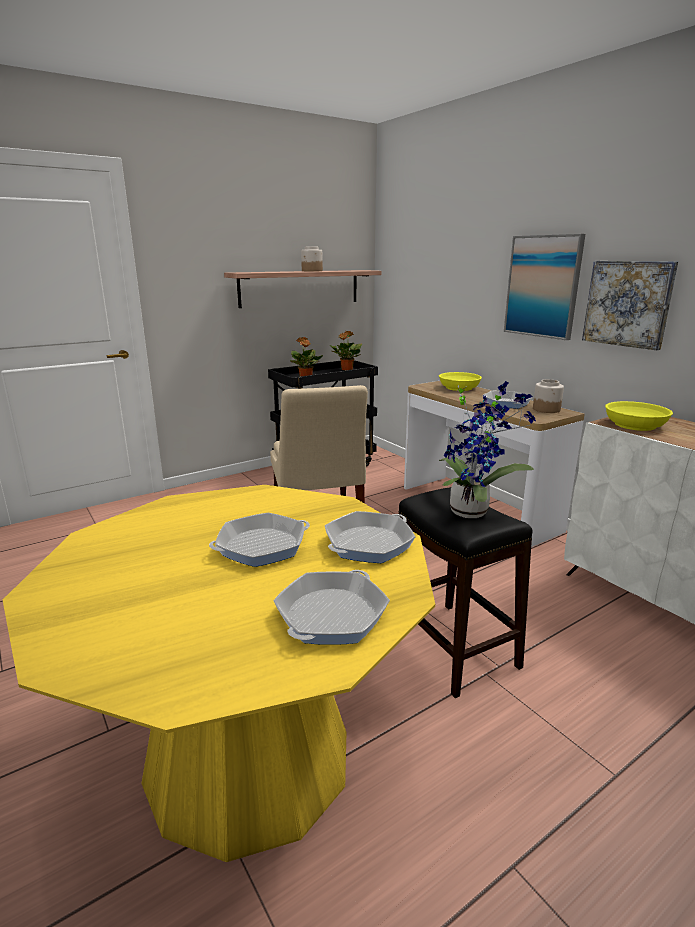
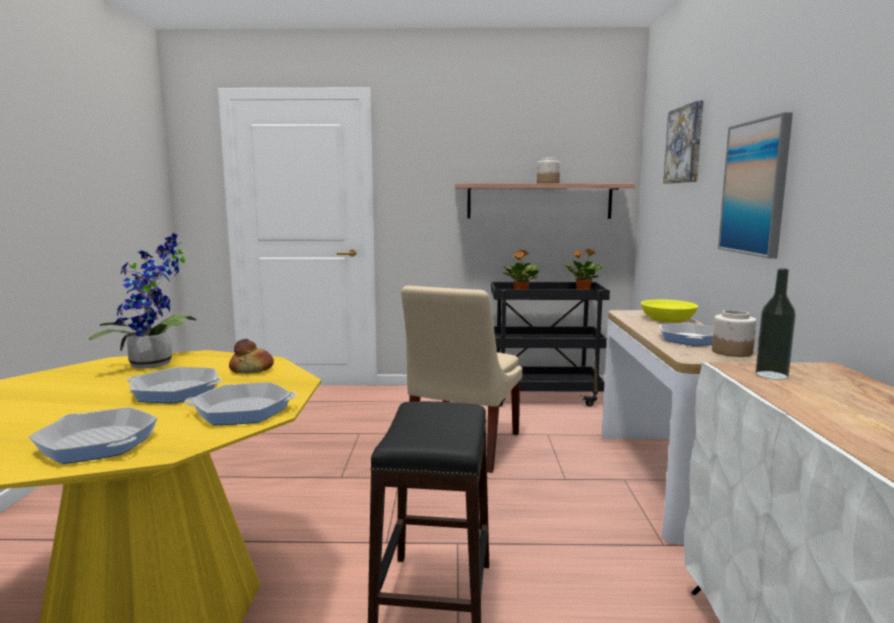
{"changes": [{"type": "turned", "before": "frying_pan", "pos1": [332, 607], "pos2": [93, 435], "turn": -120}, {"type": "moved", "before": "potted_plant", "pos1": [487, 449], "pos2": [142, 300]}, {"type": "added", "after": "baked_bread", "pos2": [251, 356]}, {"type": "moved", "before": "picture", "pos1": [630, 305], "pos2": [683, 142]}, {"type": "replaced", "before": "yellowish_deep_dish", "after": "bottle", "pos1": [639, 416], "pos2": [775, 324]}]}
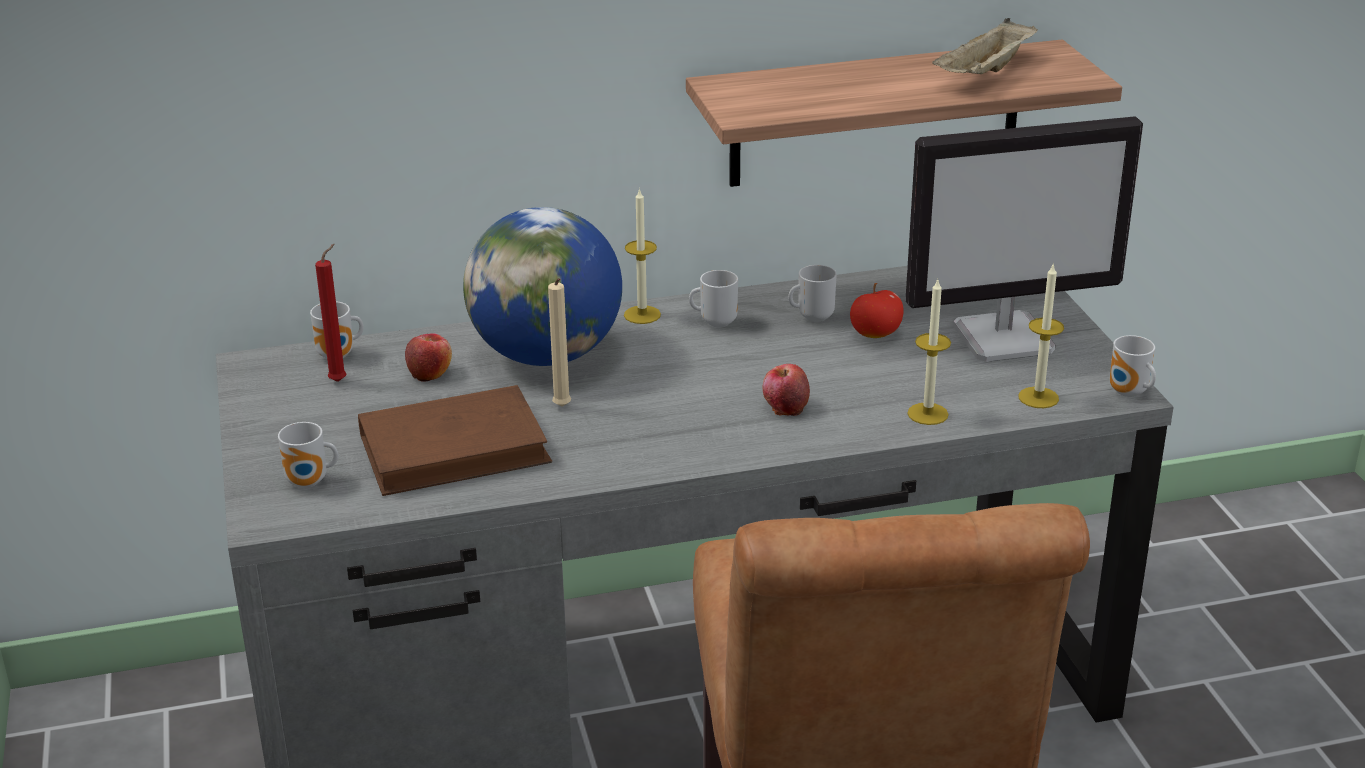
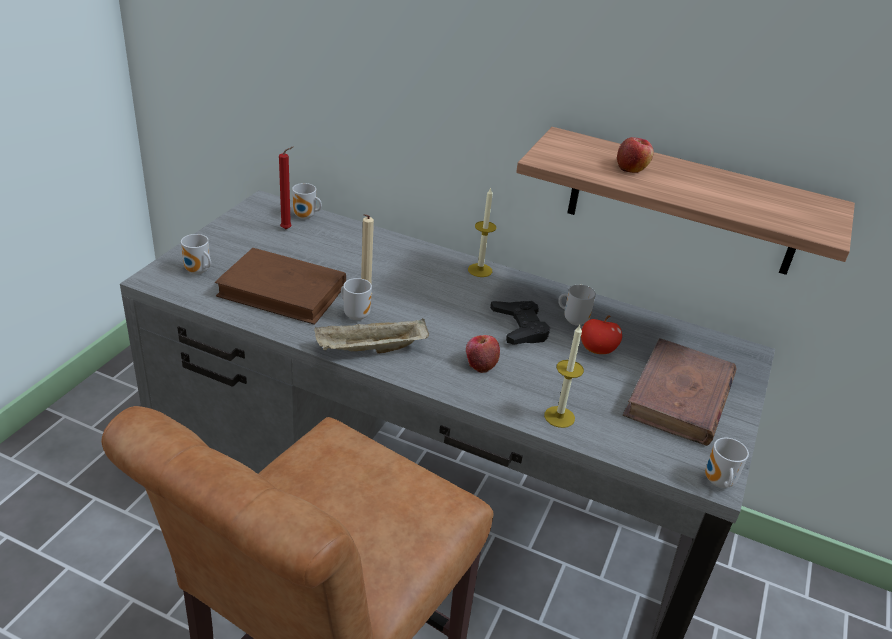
{"changes": [{"type": "moved", "before": "sand-coloured_tray", "pos1": [985, 46], "pos2": [371, 336]}, {"type": "moved", "before": "coffee_mug", "pos1": [713, 298], "pos2": [356, 299]}, {"type": "added", "after": "blackish_game_controller", "pos2": [520, 323]}, {"type": "moved", "before": "whole_apple", "pos1": [428, 357], "pos2": [635, 155]}, {"type": "replaced", "before": "monitor", "after": "brown_bound_book", "pos1": [1024, 239], "pos2": [680, 392]}, {"type": "removed", "before": "desk_globe", "pos1": [542, 286]}, {"type": "removed", "before": "wax_light", "pos1": [1041, 335]}]}
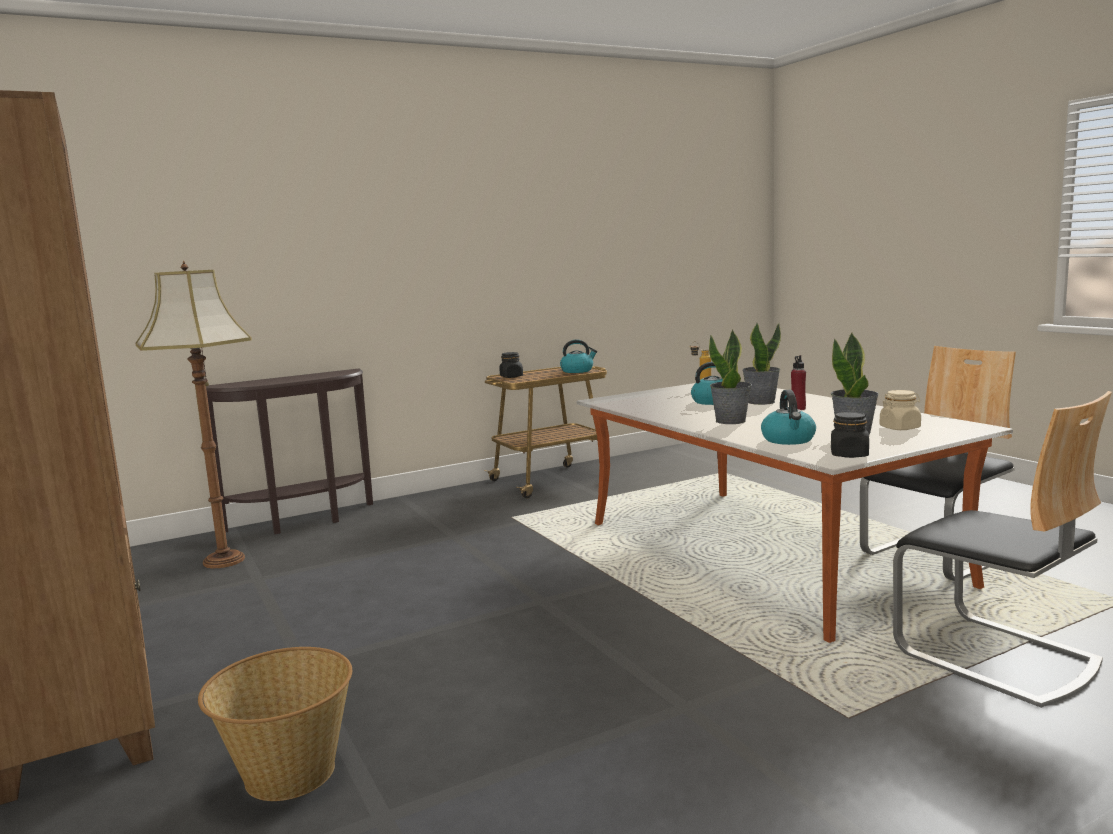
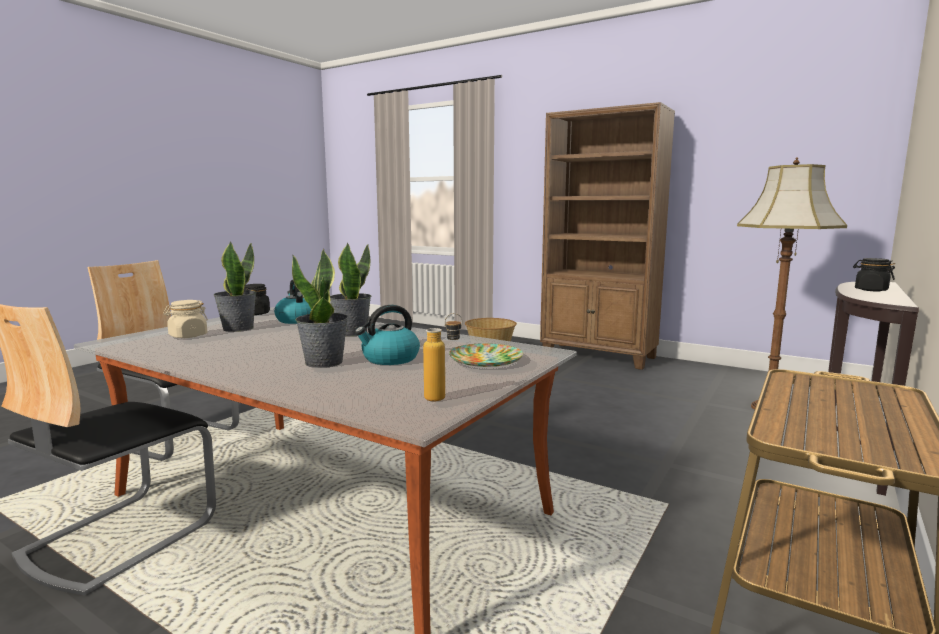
{"changes": [{"type": "added", "after": "dinner_plate", "pos2": [486, 355]}, {"type": "moved", "before": "blackish_storage_jar", "pos1": [511, 365], "pos2": [874, 274]}, {"type": "removed", "before": "water_kettle", "pos1": [578, 356]}, {"type": "removed", "before": "red-coloured_bottle", "pos1": [798, 382]}]}
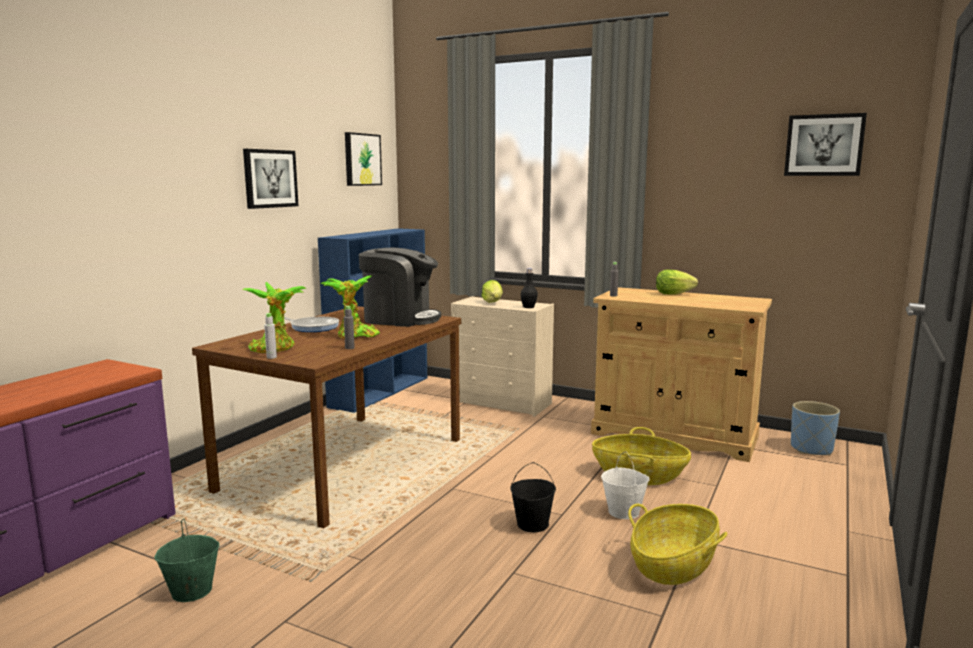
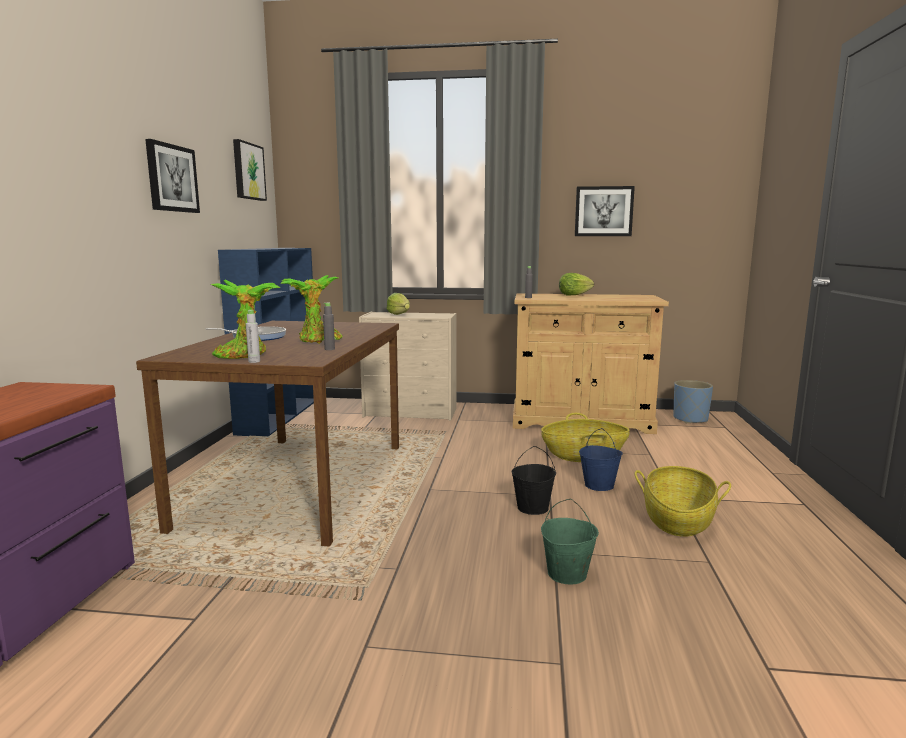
{"changes": [{"type": "moved", "before": "green_pail", "pos1": [186, 560], "pos2": [570, 542]}, {"type": "moved", "before": "picture", "pos1": [825, 144], "pos2": [605, 211]}, {"type": "recoloured", "before": "white_pail", "after": "blue_pail", "pos1": [625, 485], "pos2": [601, 459]}, {"type": "removed", "before": "coffee_machine", "pos1": [400, 287]}, {"type": "removed", "before": "blackish_bottle", "pos1": [529, 288]}]}
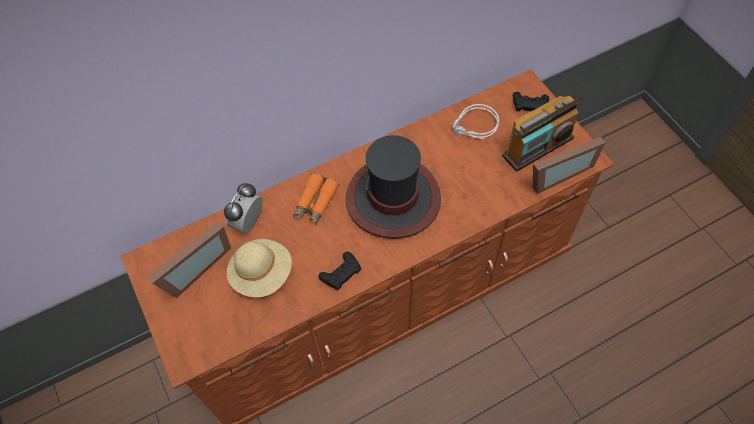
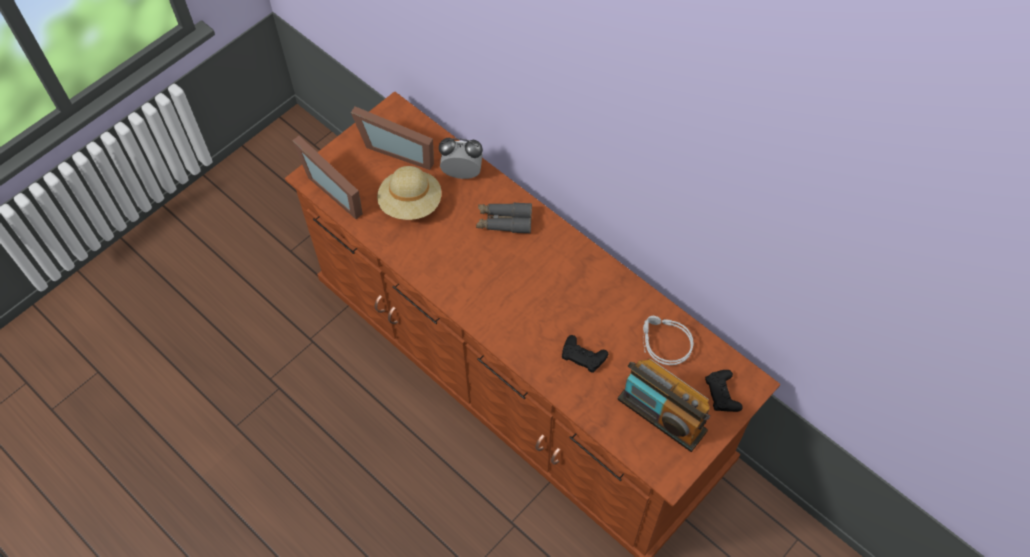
{"changes": [{"type": "moved", "before": "photo_frame", "pos1": [569, 165], "pos2": [327, 177]}, {"type": "recoloured", "before": "orangey_pair_of_binoculars", "after": "gray_pair_of_binoculars", "pos1": [316, 199], "pos2": [504, 218]}, {"type": "moved", "before": "blackish_game_controller", "pos1": [340, 271], "pos2": [585, 354]}, {"type": "removed", "before": "clothing_hat", "pos1": [393, 187]}]}
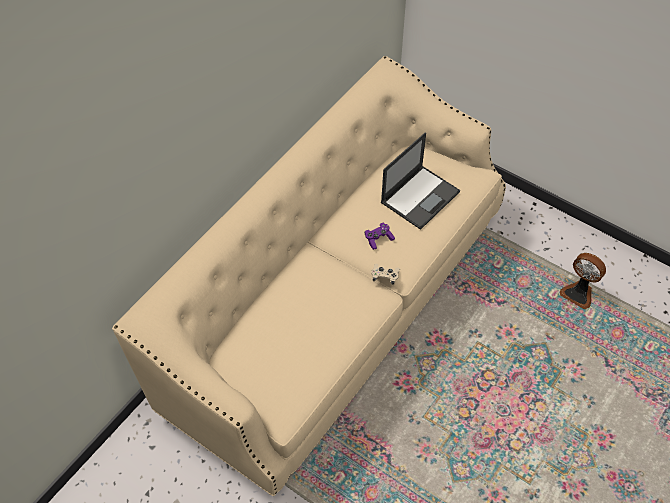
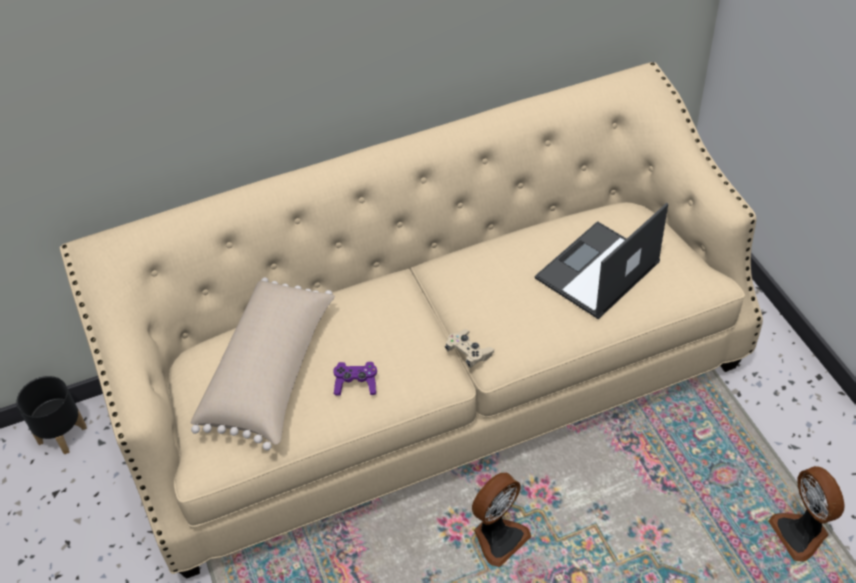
{"changes": [{"type": "added", "after": "blackish_plant_pot", "pos2": [52, 415]}, {"type": "added", "after": "sand-coloured_throw_pillow", "pos2": [262, 363]}, {"type": "moved", "before": "purple-coloured_game_controller", "pos1": [380, 236], "pos2": [355, 379]}, {"type": "added", "after": "cooling_fan", "pos2": [501, 520]}, {"type": "turned", "before": "laptop", "pos1": [420, 181], "pos2": [601, 261], "turn": 150}]}
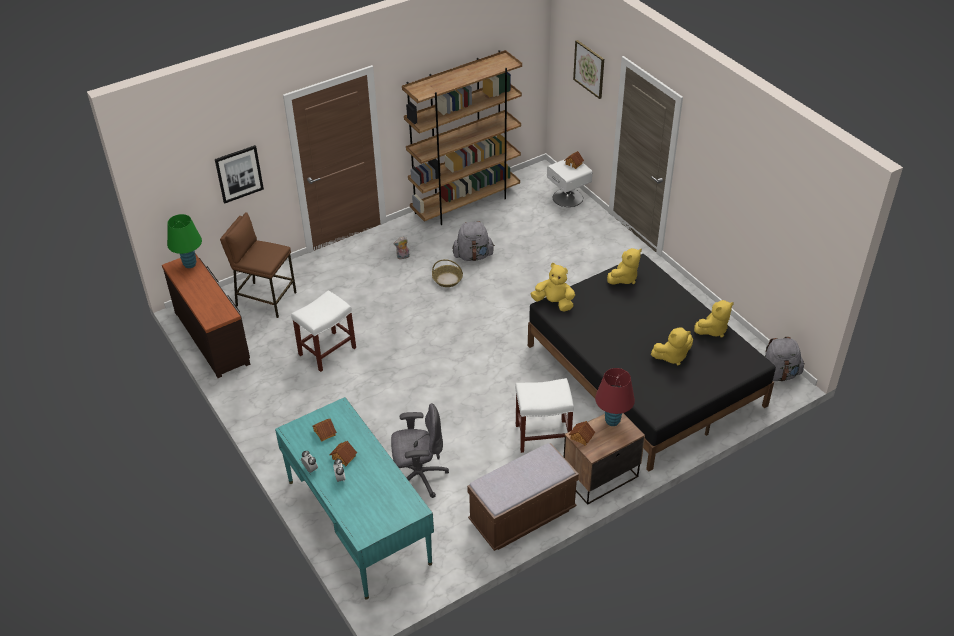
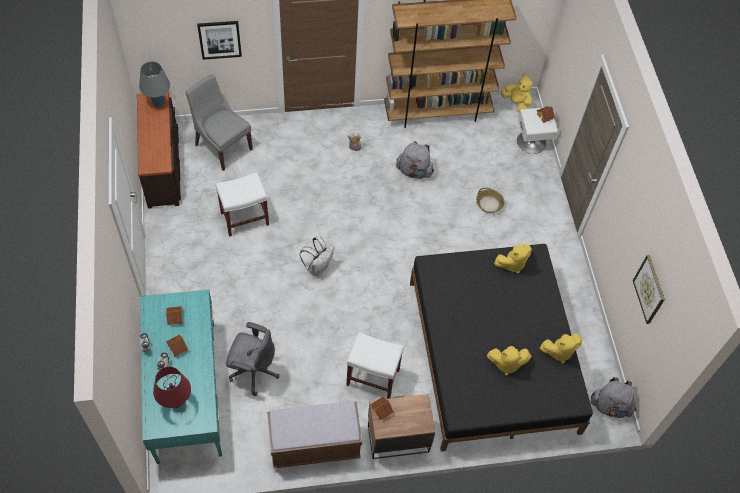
{"changes": [{"type": "recoloured", "before": "green_table_lamp", "after": "gray_table_lamp", "pos1": [184, 241], "pos2": [154, 84]}, {"type": "moved", "before": "red-coloured_table_lamp", "pos1": [615, 397], "pos2": [172, 387]}, {"type": "replaced", "before": "brown_stool", "after": "gray_chair", "pos1": [258, 265], "pos2": [219, 122]}, {"type": "added", "after": "white_rucksack", "pos2": [317, 256]}, {"type": "moved", "before": "household_basket", "pos1": [447, 273], "pos2": [490, 200]}, {"type": "moved", "before": "yellowish_soft_toy", "pos1": [553, 287], "pos2": [516, 92]}, {"type": "moved", "before": "picture", "pos1": [588, 69], "pos2": [649, 289]}]}
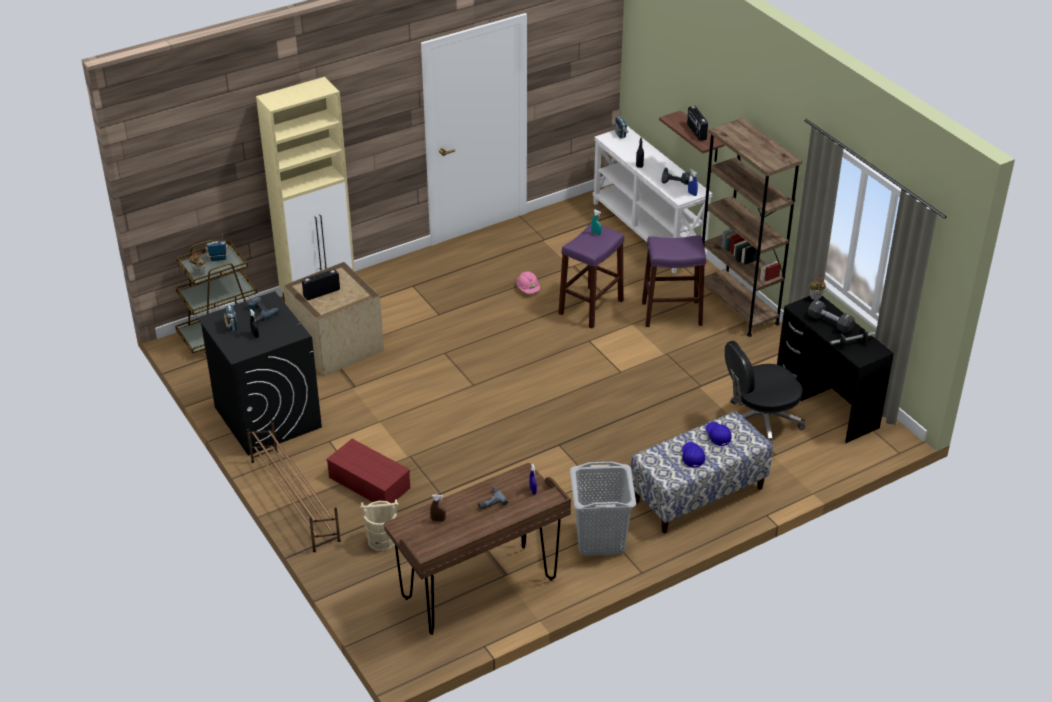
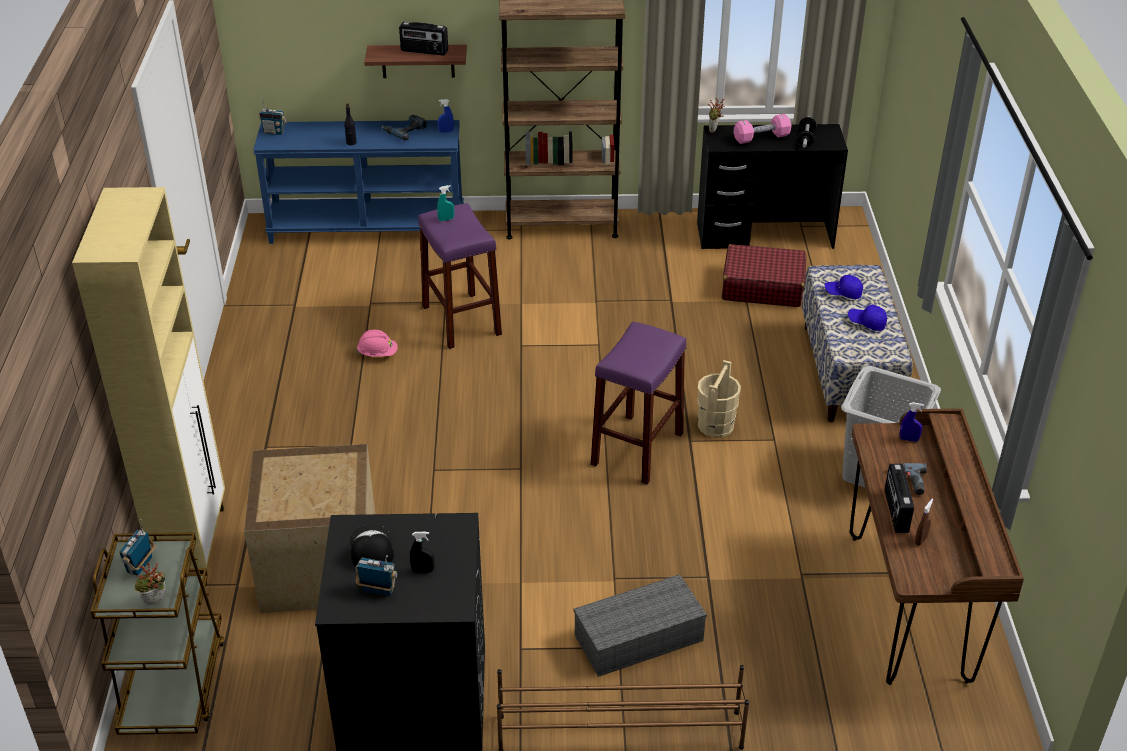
{"changes": [{"type": "recoloured", "before": "white_narrow_table", "after": "blue_narrow_table", "pos1": [652, 200], "pos2": [358, 182]}, {"type": "replaced", "before": "electric_drill", "after": "cap", "pos1": [262, 309], "pos2": [372, 546]}, {"type": "recoloured", "before": "red-coloured_storage_bin", "after": "gray_storage_bin", "pos1": [368, 471], "pos2": [640, 625]}, {"type": "moved", "before": "purple-coloured_stool", "pos1": [674, 281], "pos2": [638, 402]}, {"type": "moved", "before": "sand-coloured_pail", "pos1": [379, 525], "pos2": [719, 399]}, {"type": "replaced", "before": "blackish_computer_chair", "after": "red-coloured_piece_of_luggage", "pos1": [765, 392], "pos2": [764, 275]}, {"type": "recoloured", "before": "blackish_dumbbell", "after": "pink_dumbbell", "pos1": [831, 316], "pos2": [762, 129]}, {"type": "moved", "before": "radio_set", "pos1": [321, 284], "pos2": [899, 498]}]}
